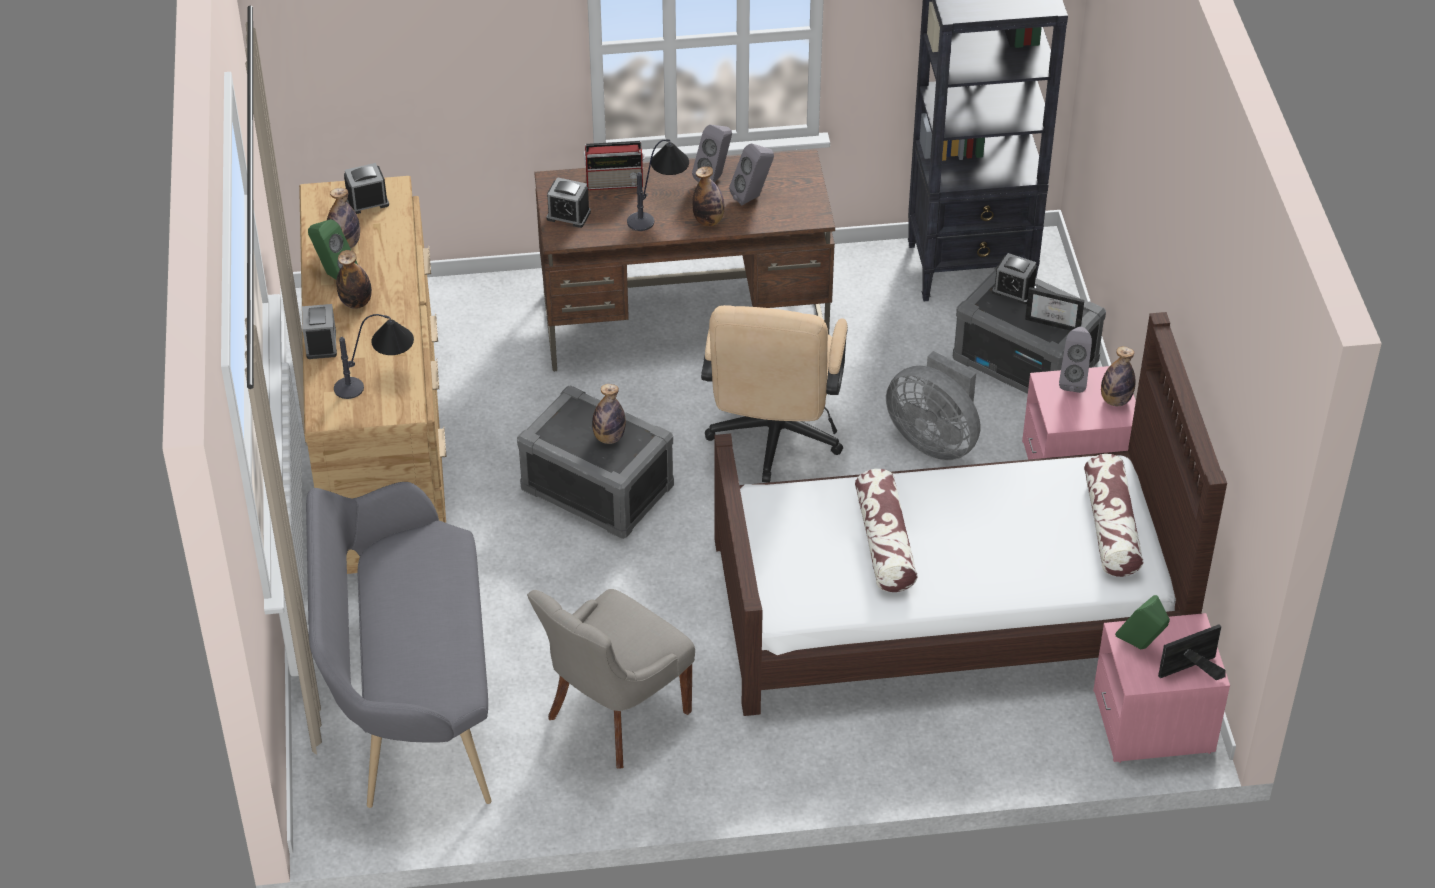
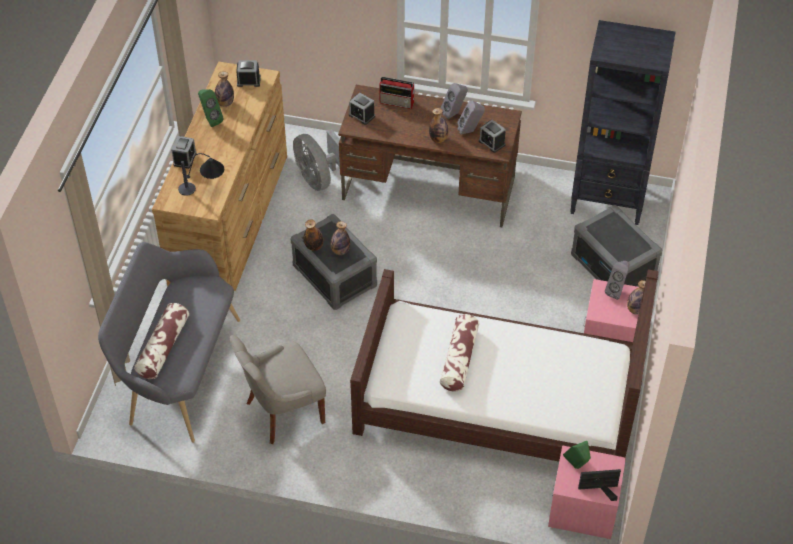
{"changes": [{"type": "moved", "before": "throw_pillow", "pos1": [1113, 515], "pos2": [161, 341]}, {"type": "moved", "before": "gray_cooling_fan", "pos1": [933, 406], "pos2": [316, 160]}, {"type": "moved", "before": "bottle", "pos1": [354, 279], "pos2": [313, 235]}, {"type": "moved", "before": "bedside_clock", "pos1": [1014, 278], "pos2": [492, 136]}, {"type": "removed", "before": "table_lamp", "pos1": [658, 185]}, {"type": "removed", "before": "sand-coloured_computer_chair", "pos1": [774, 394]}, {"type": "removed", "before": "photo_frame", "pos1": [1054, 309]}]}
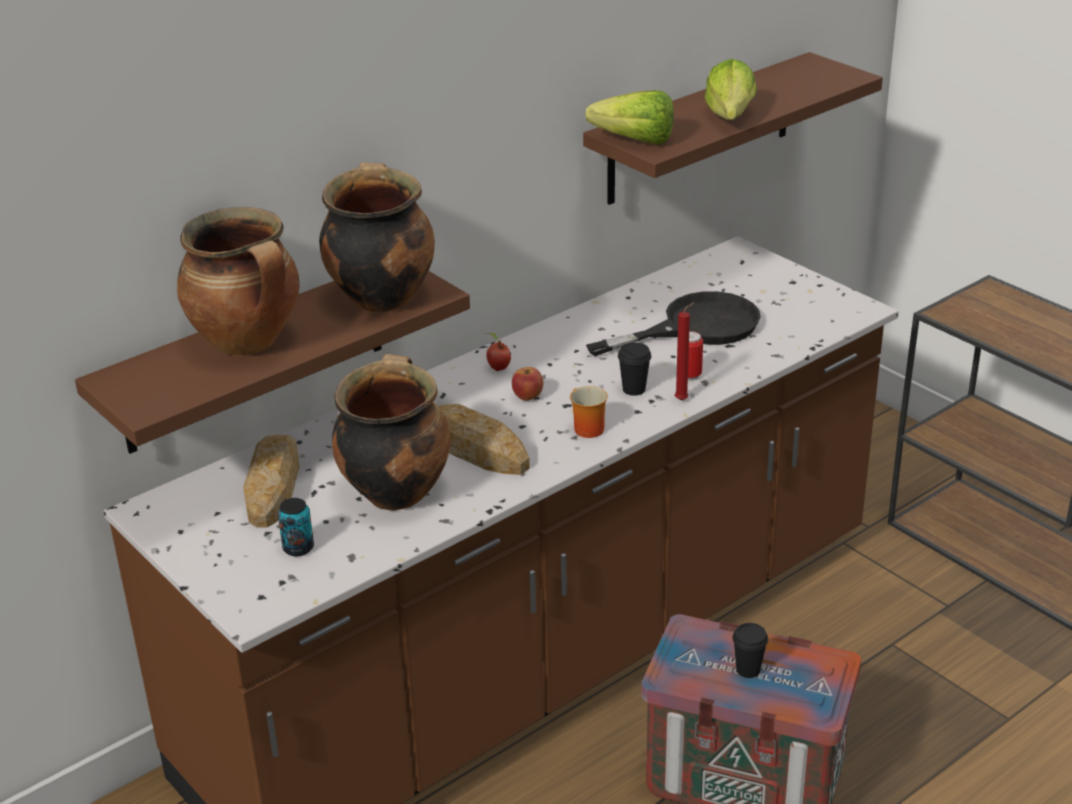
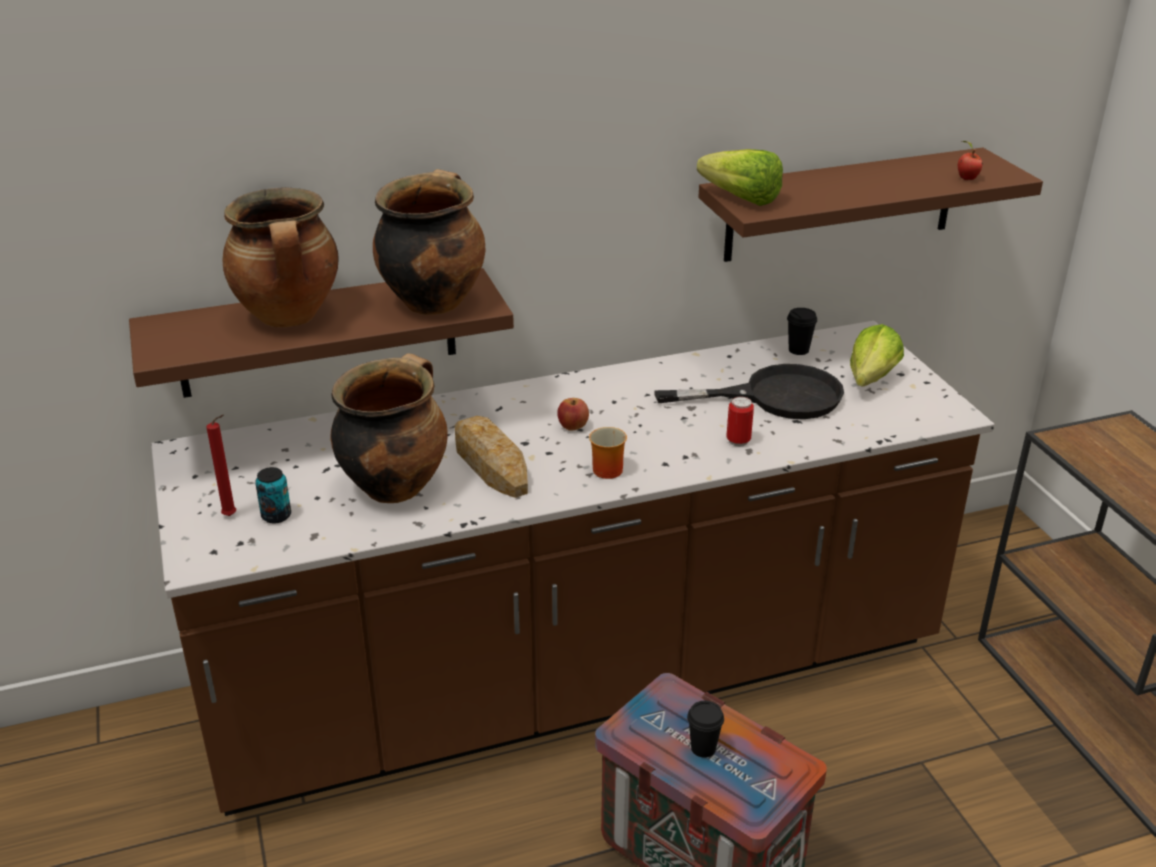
{"changes": [{"type": "moved", "before": "red-coloured_wax_light", "pos1": [685, 351], "pos2": [221, 465]}, {"type": "moved", "before": "blackish_drinking_cup", "pos1": [634, 369], "pos2": [802, 331]}, {"type": "moved", "before": "lettuce", "pos1": [731, 89], "pos2": [877, 355]}, {"type": "moved", "before": "whole_apple", "pos1": [498, 352], "pos2": [970, 160]}, {"type": "removed", "before": "baked_bread", "pos1": [271, 481]}]}
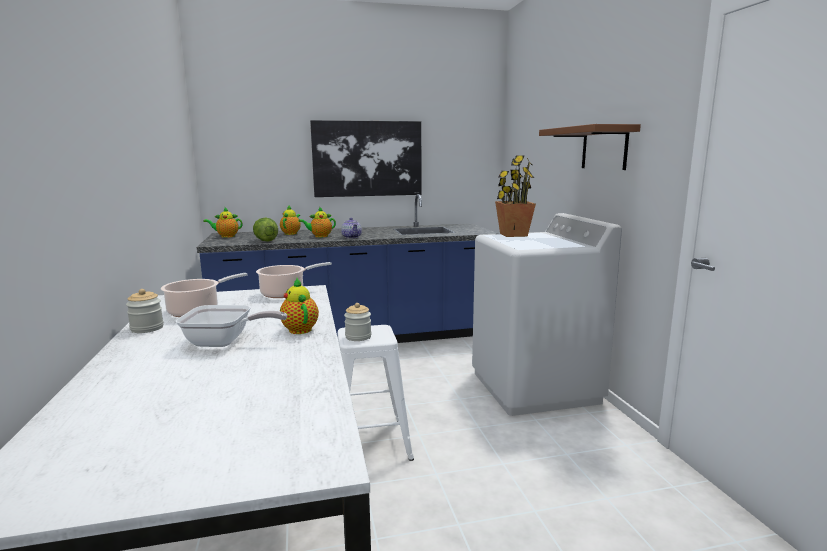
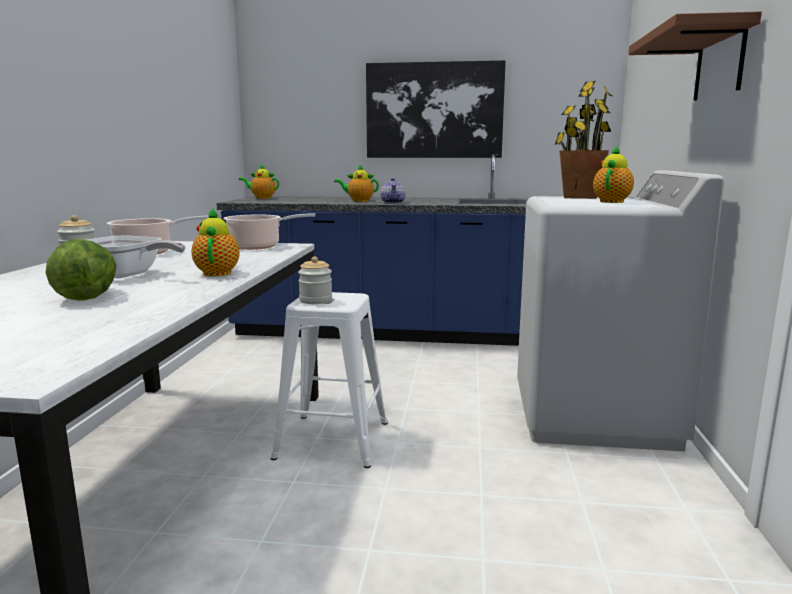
{"changes": [{"type": "moved", "before": "lettuce", "pos1": [265, 229], "pos2": [80, 270]}, {"type": "moved", "before": "pot_for_tea", "pos1": [290, 220], "pos2": [613, 174]}]}
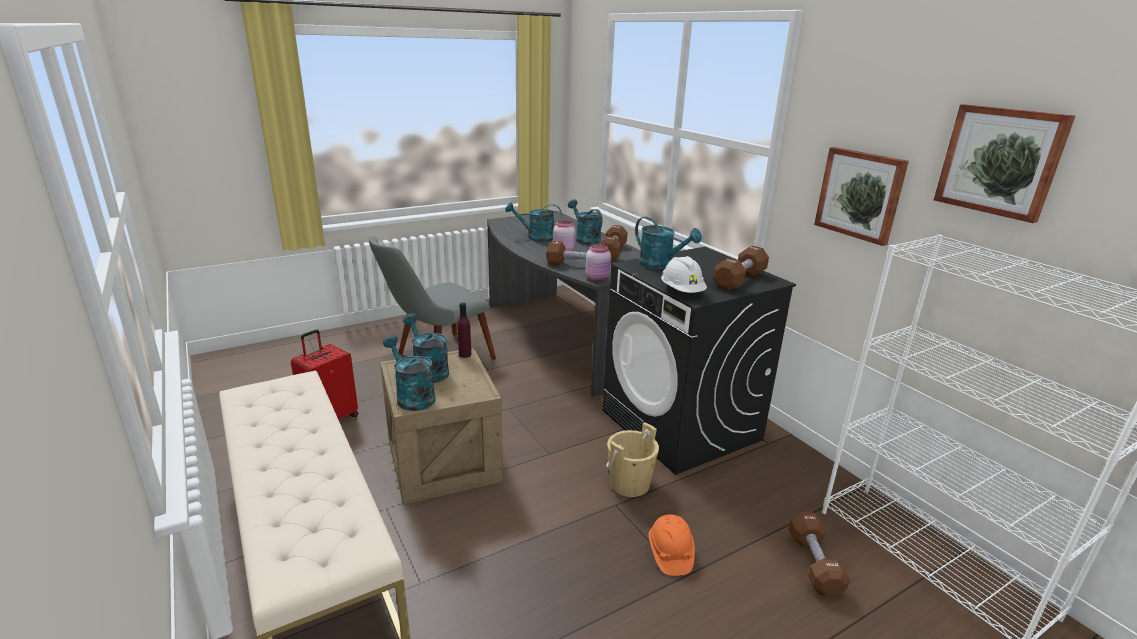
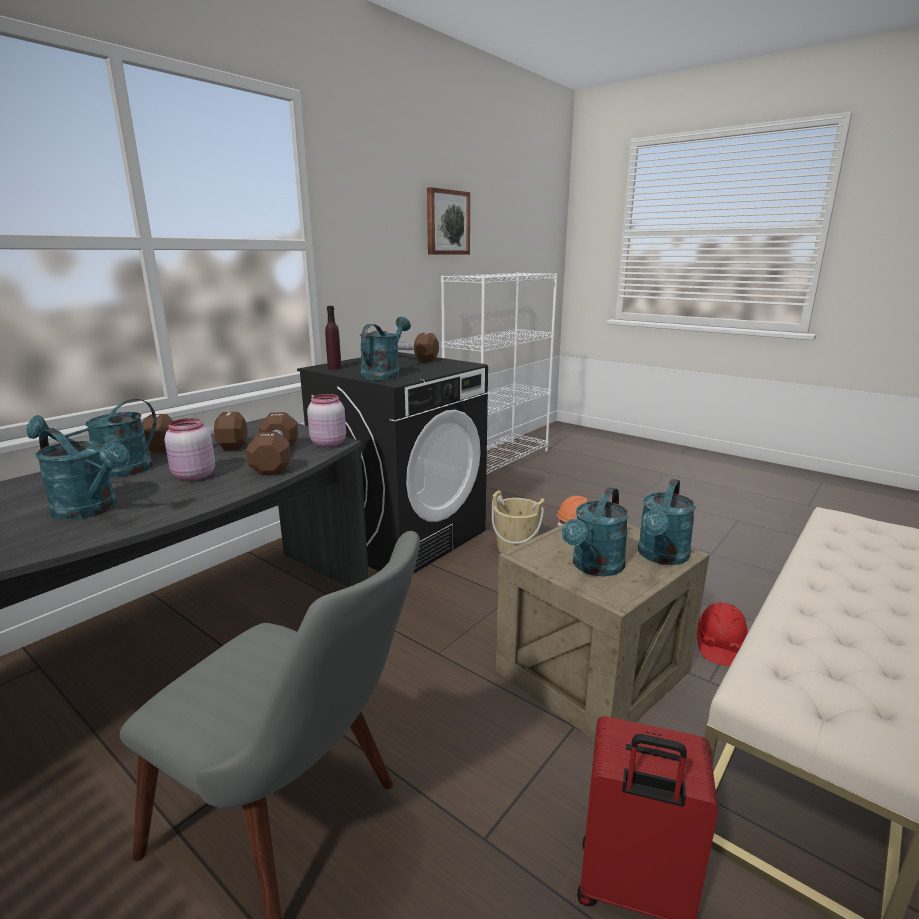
{"changes": [{"type": "turned", "before": "turquoise-coloured_watering_can", "pos1": [533, 222], "pos2": [82, 474], "turn": -45}, {"type": "moved", "before": "purple-coloured_bottle", "pos1": [464, 330], "pos2": [333, 338]}, {"type": "added", "after": "red-coloured_work_helmet", "pos2": [723, 634]}, {"type": "removed", "before": "white_work_helmet", "pos1": [684, 274]}, {"type": "removed", "before": "brown_dumbbell", "pos1": [819, 554]}, {"type": "removed", "before": "picture", "pos1": [861, 196]}]}
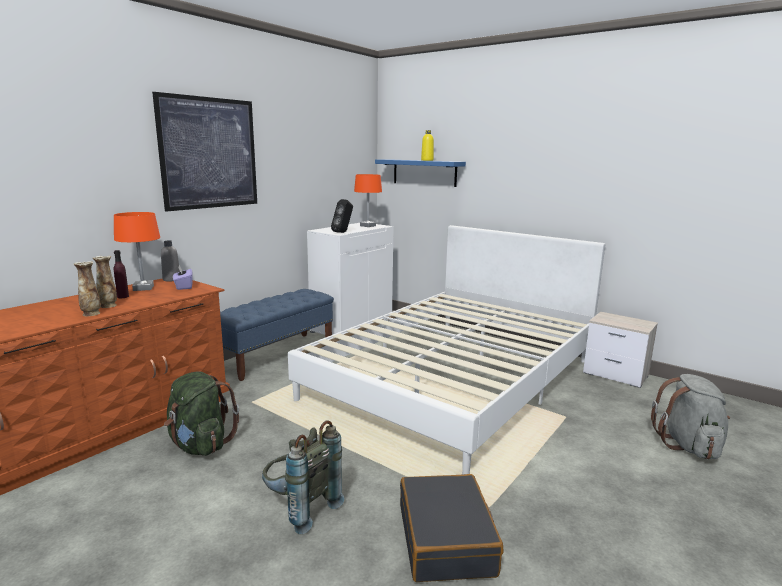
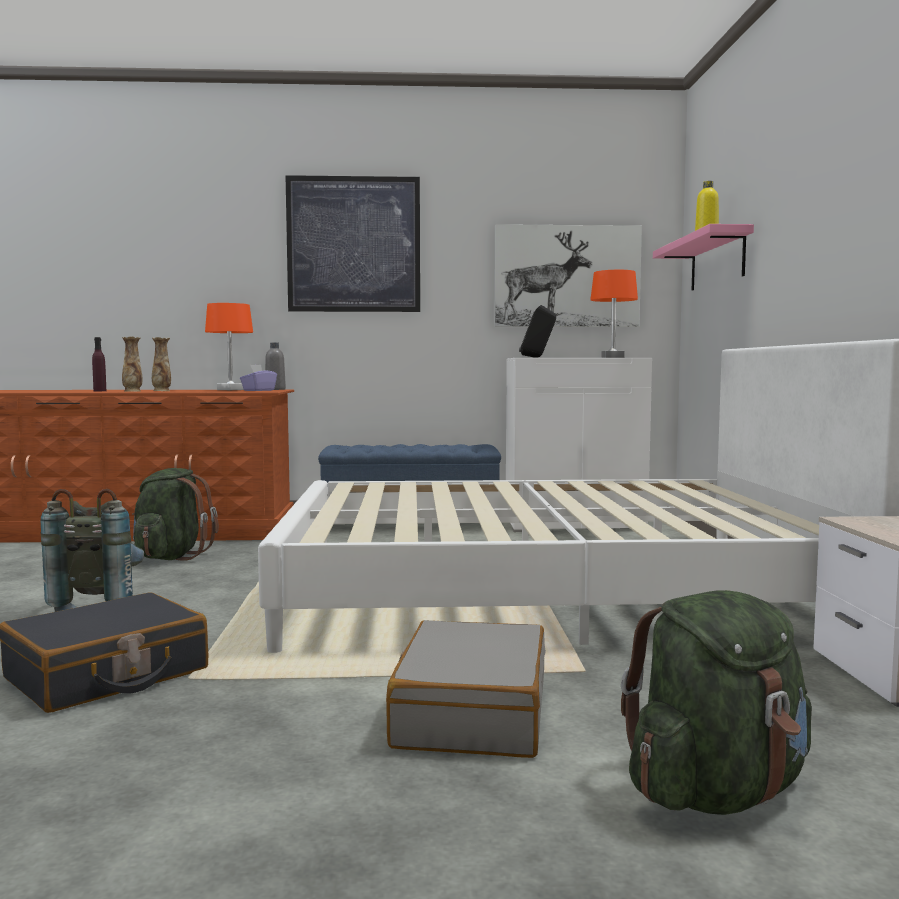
{"changes": [{"type": "moved", "before": "purple-coloured_bottle", "pos1": [121, 274], "pos2": [99, 364]}, {"type": "added", "after": "gray_piece_of_luggage", "pos2": [466, 689]}, {"type": "added", "after": "picture", "pos2": [568, 275]}, {"type": "recoloured", "before": "gray_rucksack", "after": "green_rucksack", "pos1": [690, 416], "pos2": [716, 702]}, {"type": "recoloured", "before": "blue_bracket_shelf", "after": "pink_bracket_shelf", "pos1": [420, 173], "pos2": [703, 257]}]}
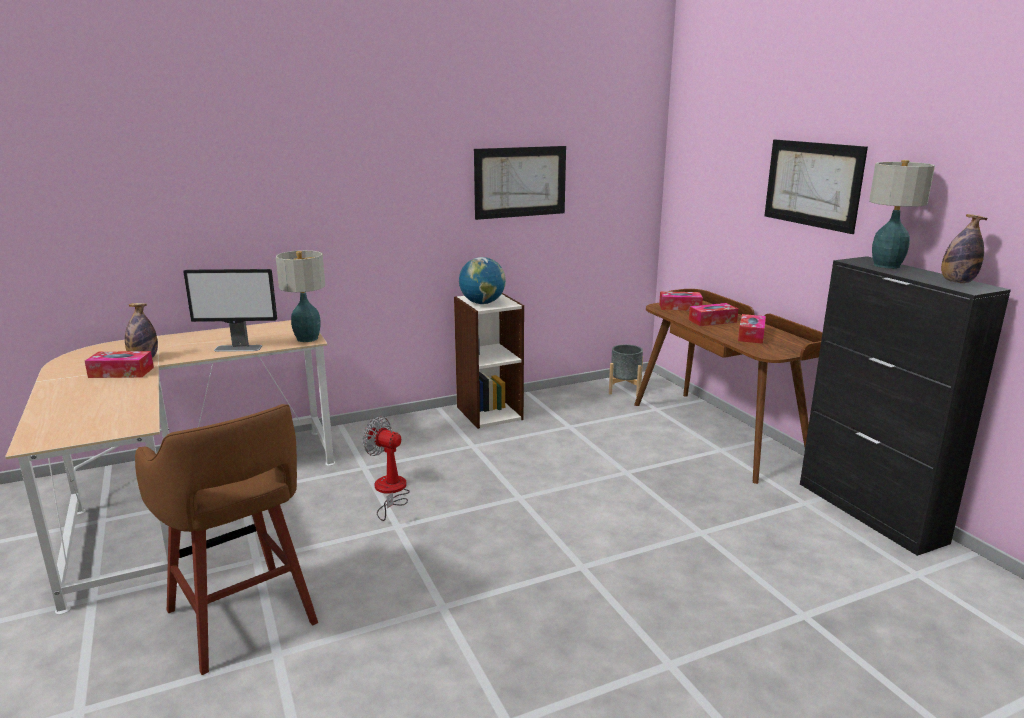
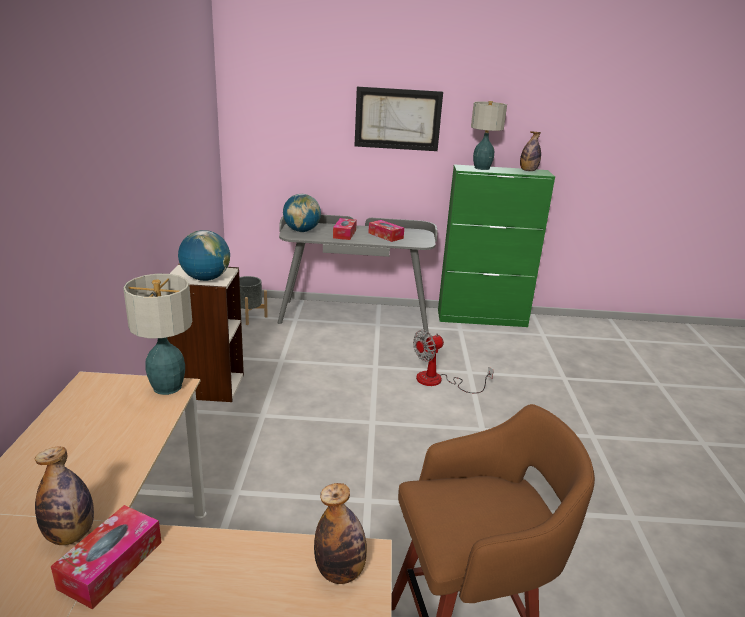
{"changes": [{"type": "recoloured", "before": "brown_desk", "after": "gray_desk", "pos1": [728, 386], "pos2": [357, 273]}, {"type": "replaced", "before": "tissue_box", "after": "desk_globe", "pos1": [681, 300], "pos2": [302, 213]}, {"type": "added", "after": "bottle", "pos2": [340, 533]}, {"type": "moved", "before": "cooling_fan", "pos1": [386, 469], "pos2": [453, 362]}, {"type": "recoloured", "before": "blackish_cupboard", "after": "green_cupboard", "pos1": [905, 406], "pos2": [496, 246]}, {"type": "removed", "before": "monitor", "pos1": [230, 310]}, {"type": "removed", "before": "picture", "pos1": [520, 183]}]}
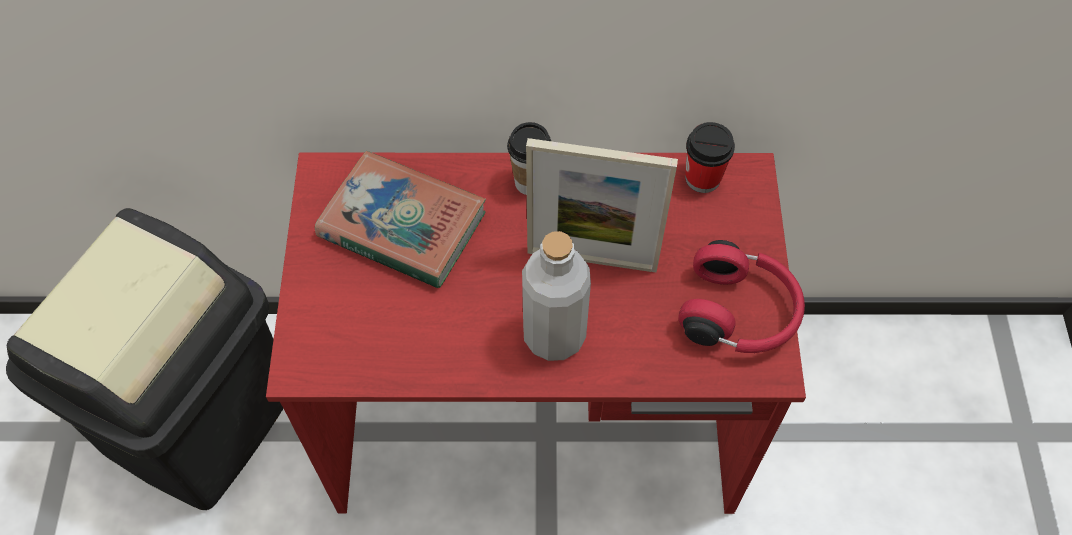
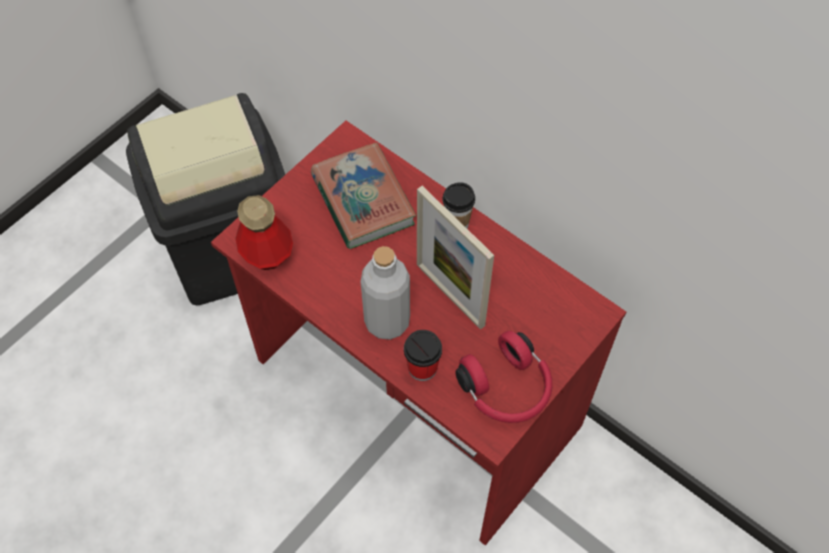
{"changes": [{"type": "added", "after": "bottle", "pos2": [264, 232]}, {"type": "moved", "before": "drinking_cup", "pos1": [710, 157], "pos2": [423, 355]}]}
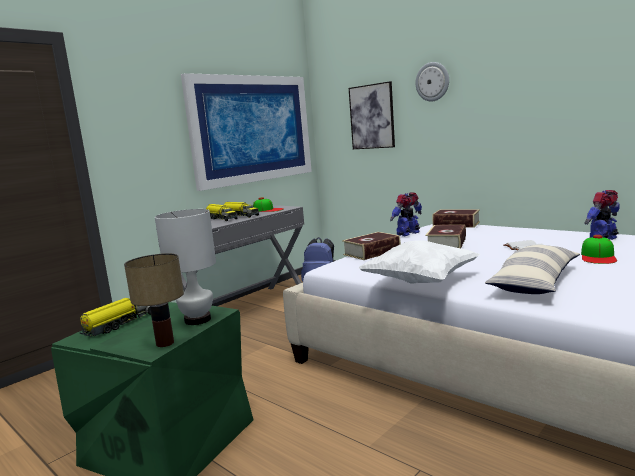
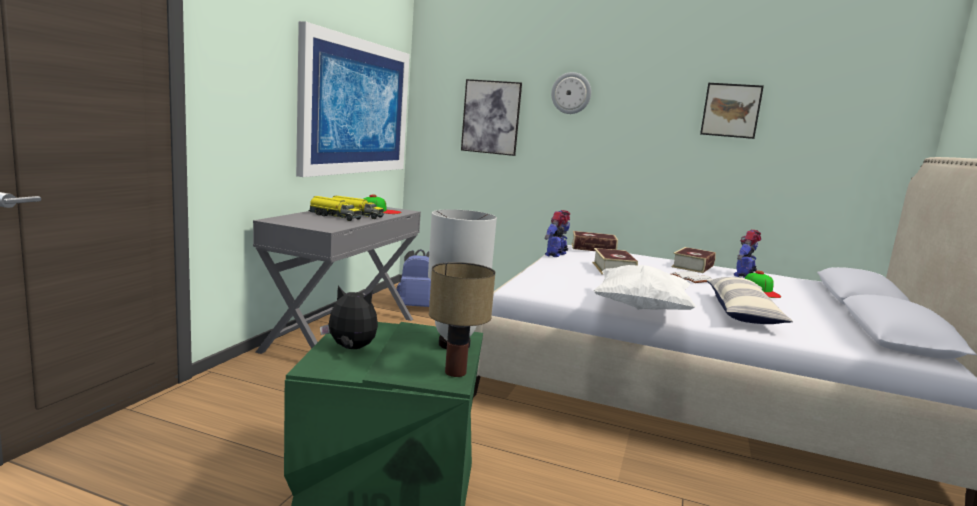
{"changes": [{"type": "replaced", "before": "toy_lorry", "after": "soft_toy", "pos1": [115, 317], "pos2": [349, 317]}, {"type": "moved", "before": "bound_book", "pos1": [371, 246], "pos2": [693, 260]}, {"type": "added", "after": "picture", "pos2": [732, 111]}]}
